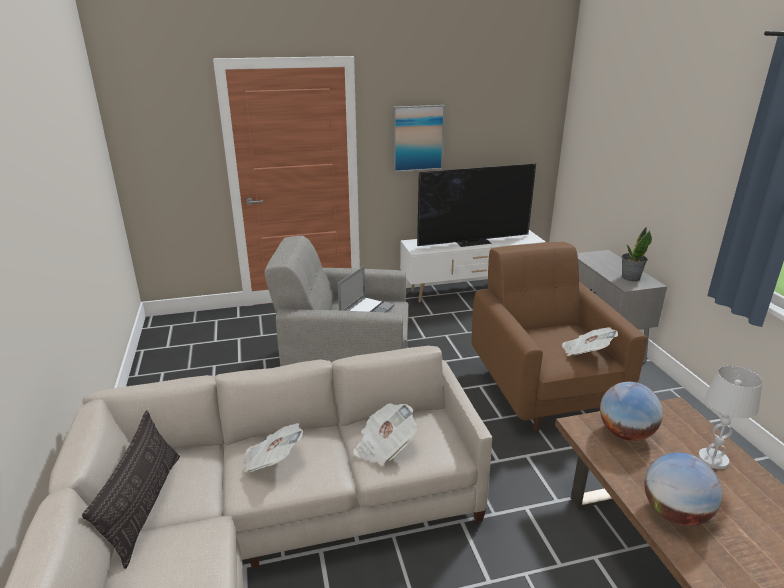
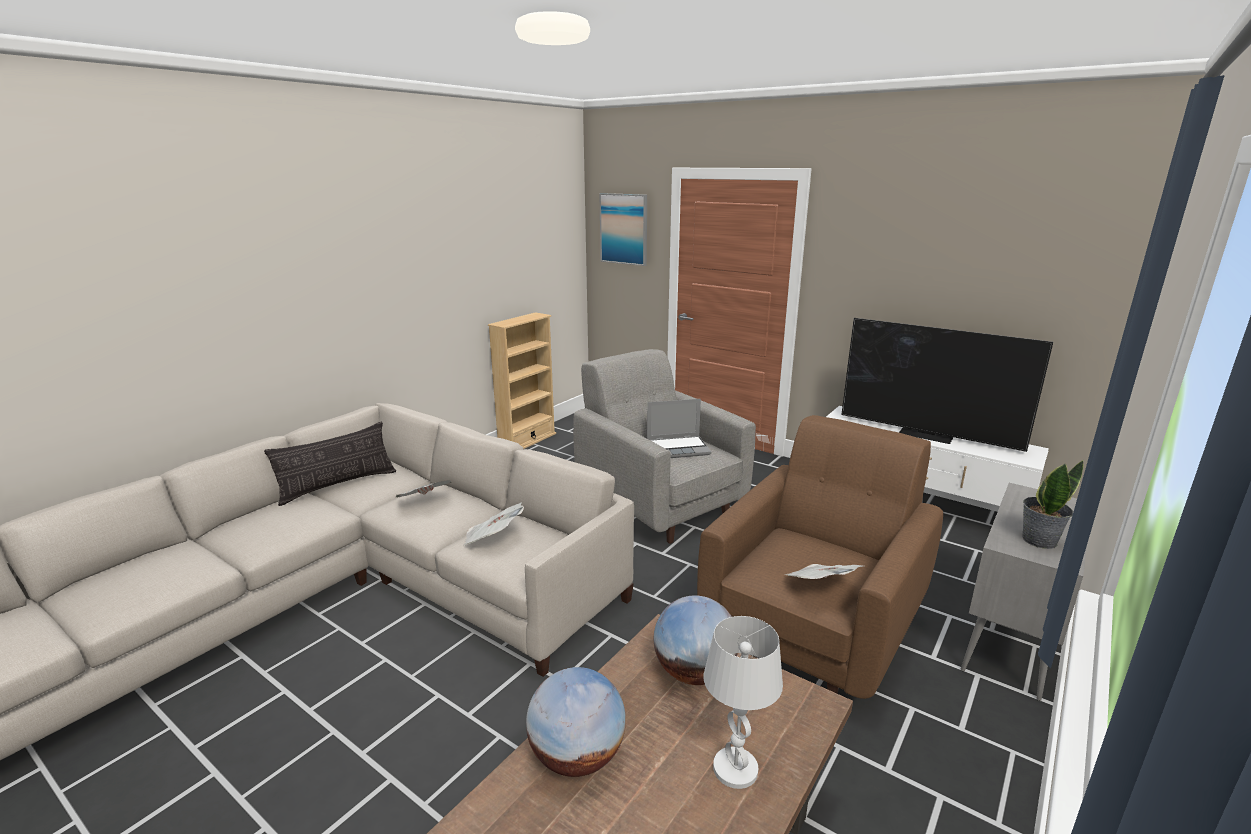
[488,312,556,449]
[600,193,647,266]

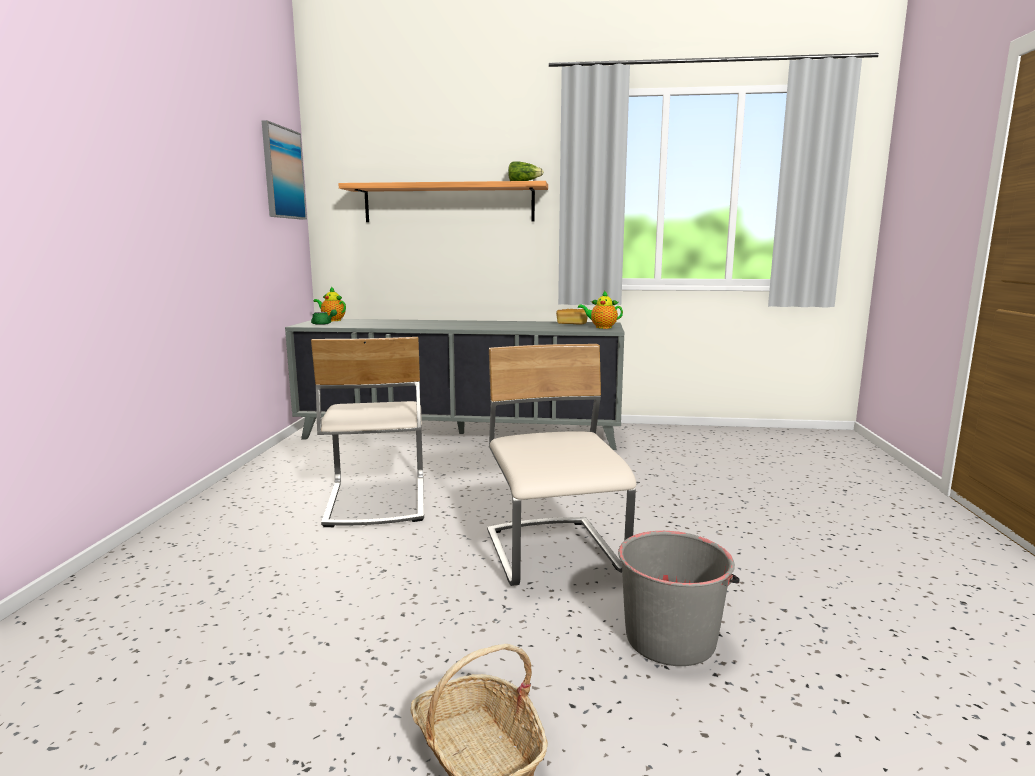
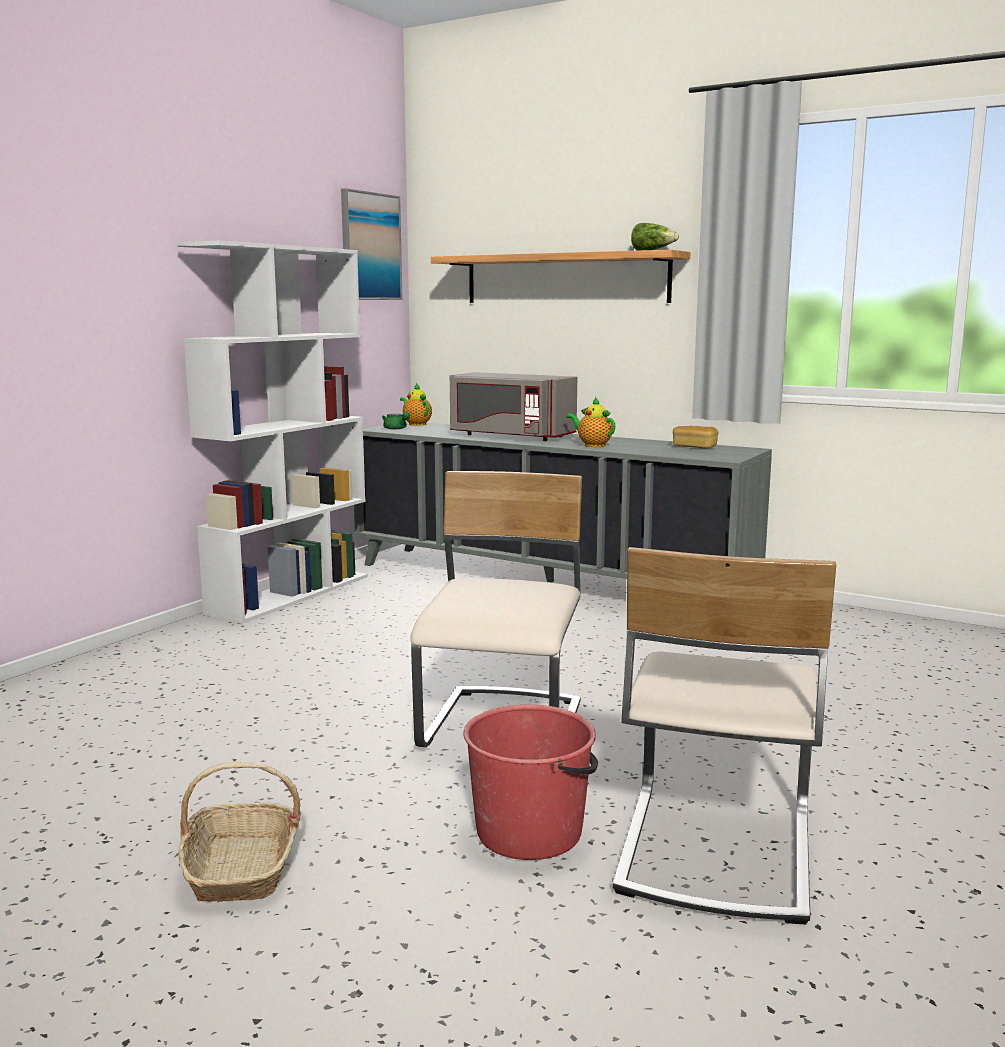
[177,241,368,624]
[450,372,577,441]
[463,704,598,860]
[566,397,615,447]
[613,547,836,925]

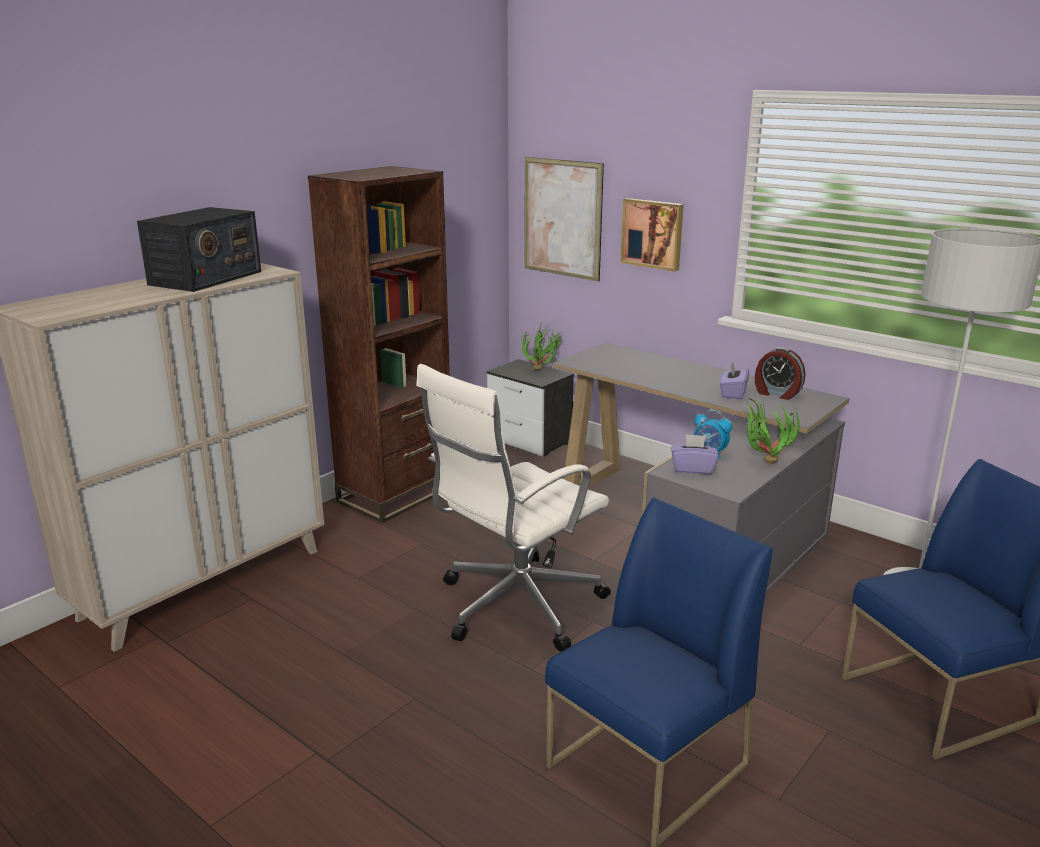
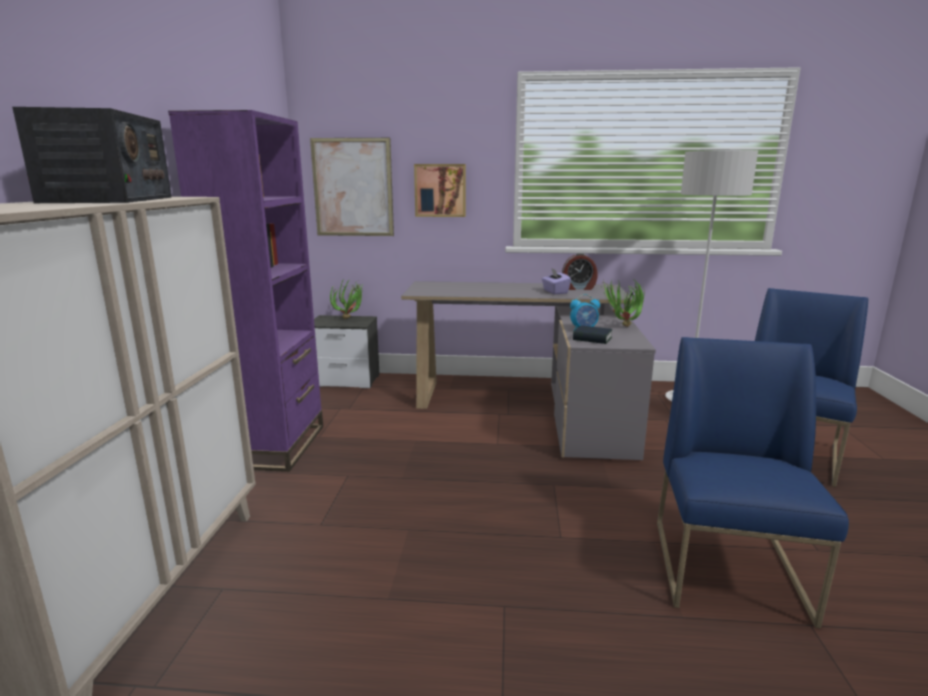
[168,110,323,472]
[573,326,613,344]
[416,364,611,652] (first image)

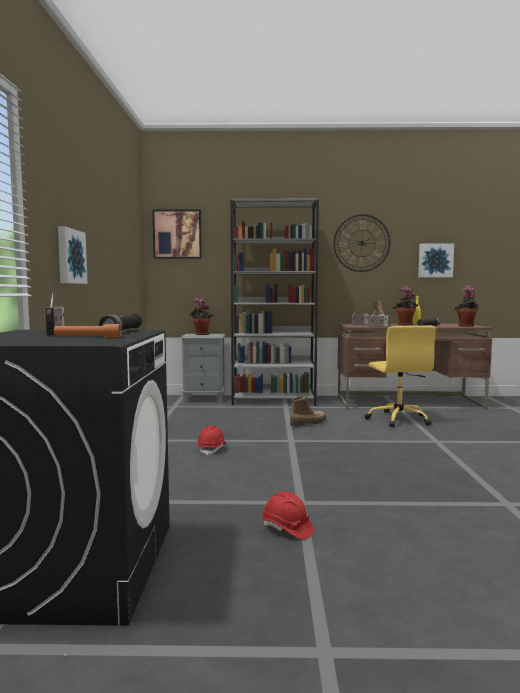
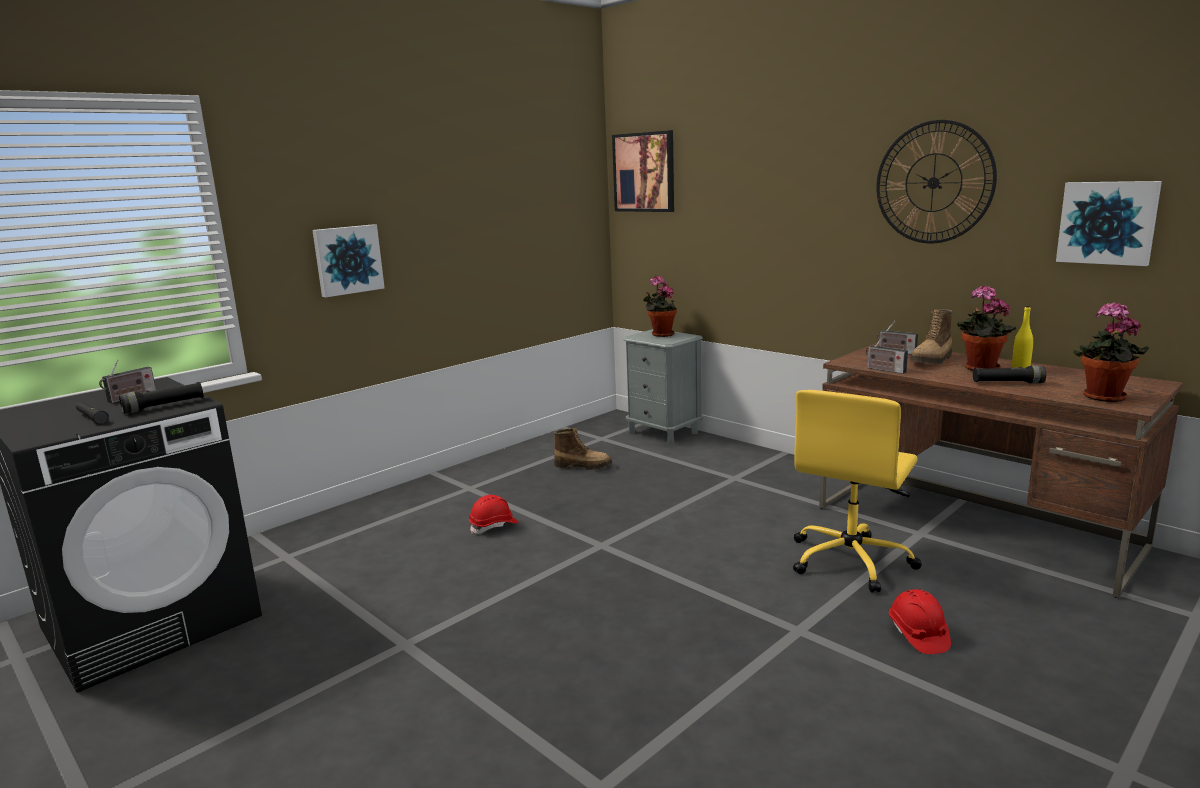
[76,402,109,424]
[554,428,612,470]
[889,589,951,654]
[230,199,319,406] (first image)

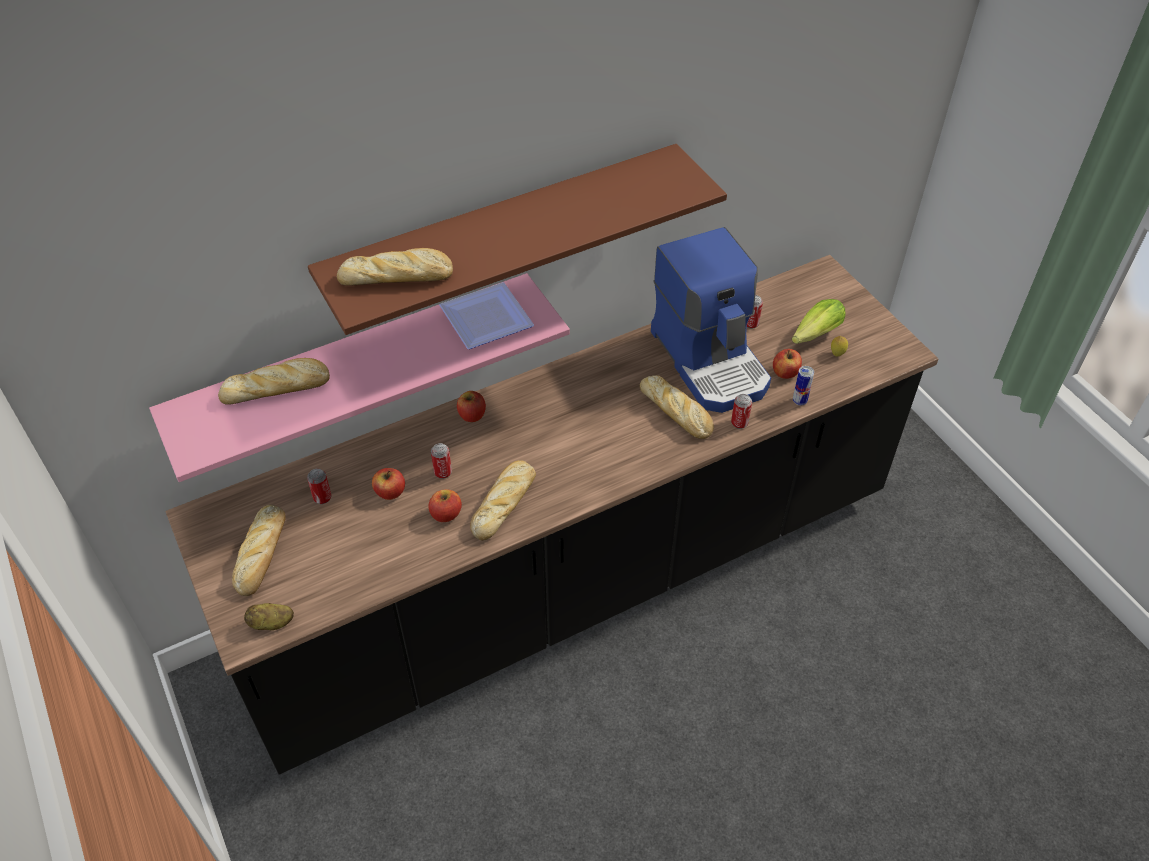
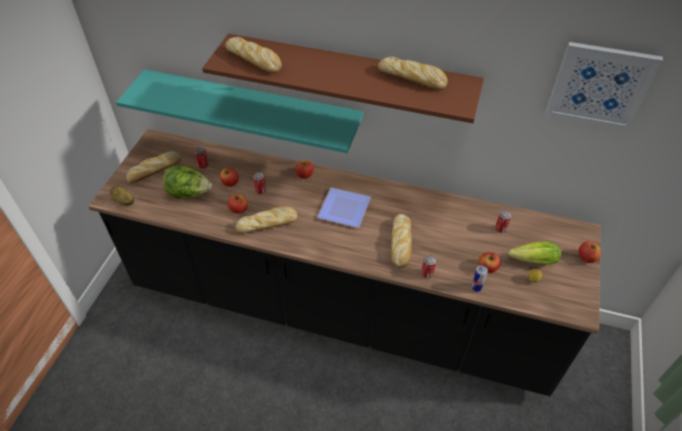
[116,69,364,153]
[163,166,212,199]
[317,187,371,228]
[378,56,448,90]
[546,42,663,130]
[578,241,601,263]
[651,227,771,413] (first image)

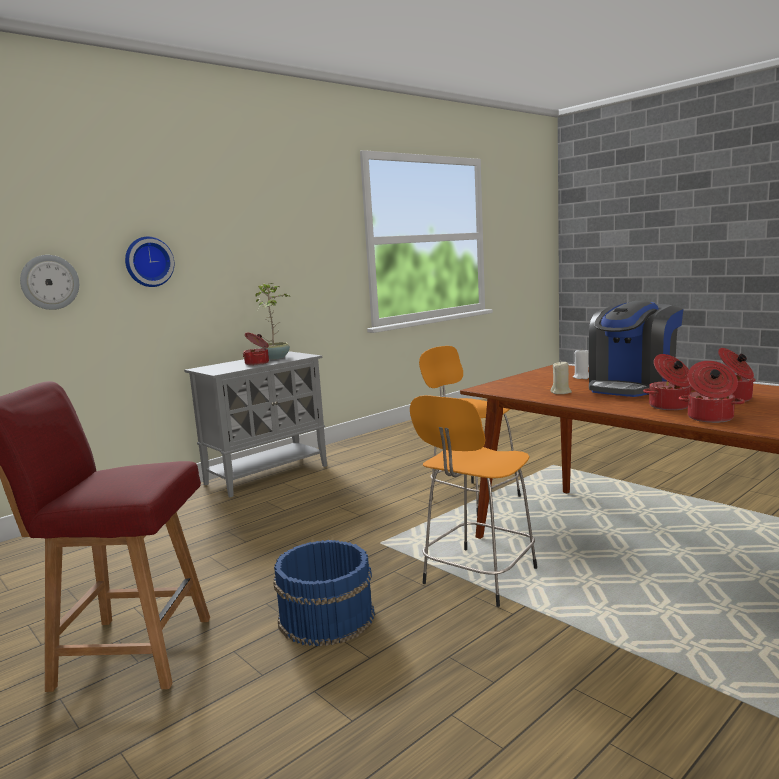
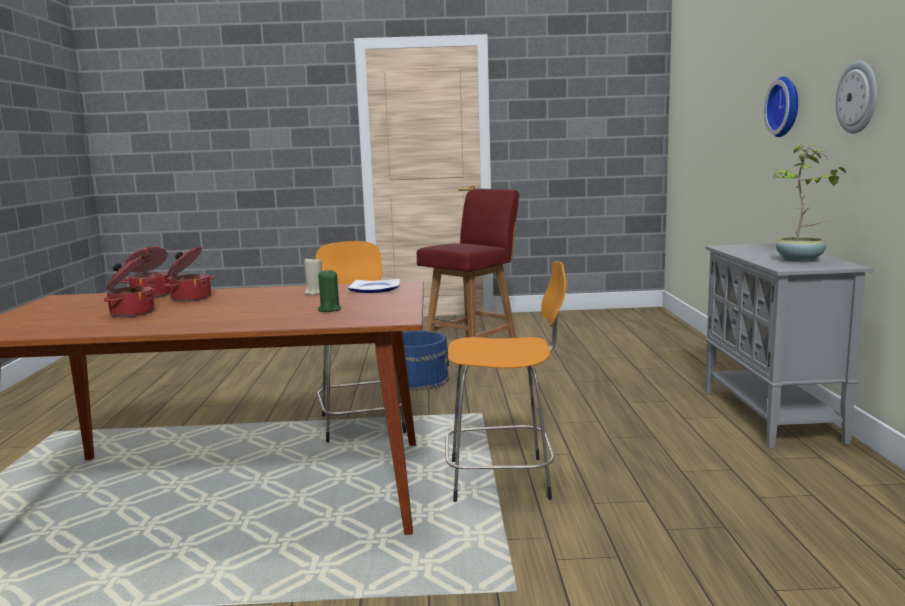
[318,270,341,312]
[348,279,400,293]
[836,61,877,134]
[243,333,269,365] (first image)
[589,301,684,397] (first image)

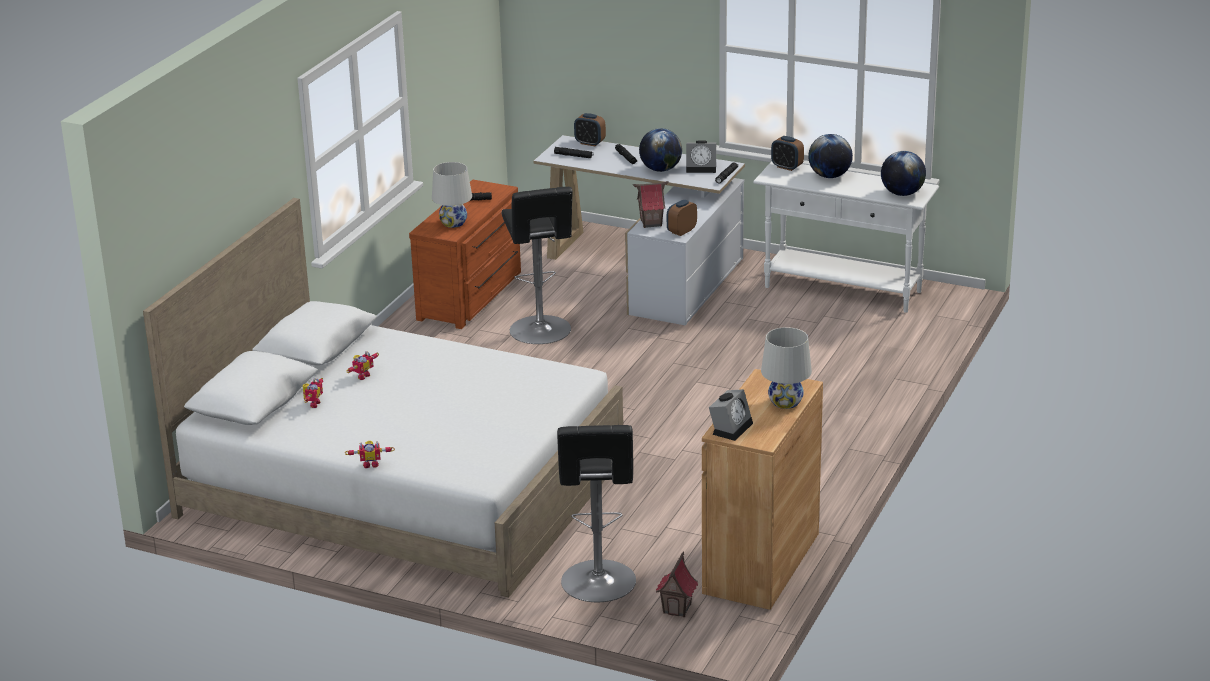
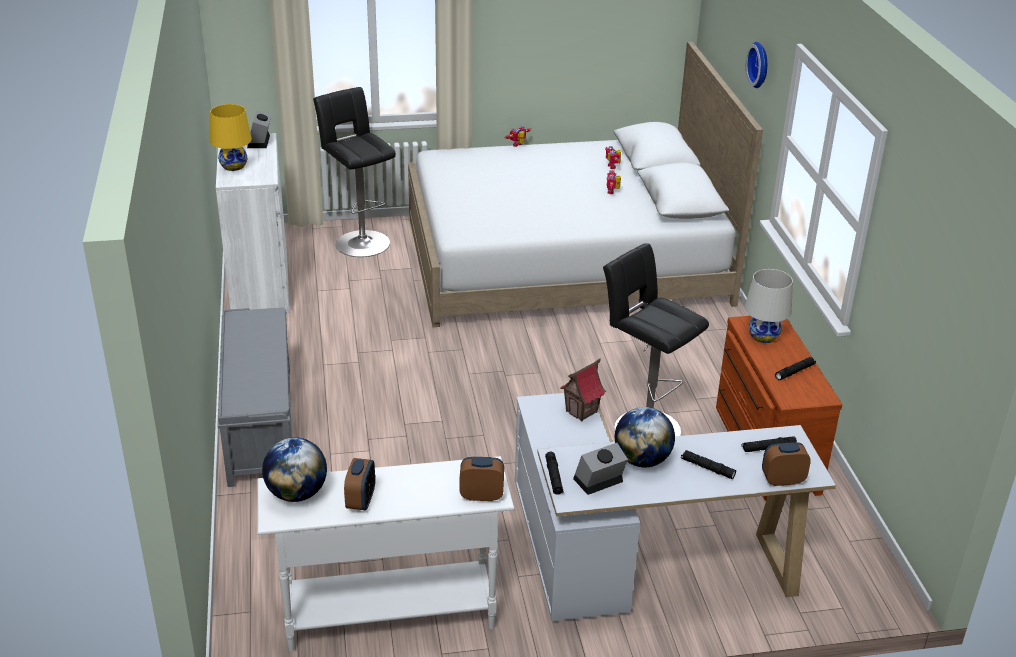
[210,104,252,171]
[216,133,289,312]
[217,308,292,487]
[344,458,375,510]
[746,42,767,88]
[656,551,698,617] (first image)
[808,134,853,178] (first image)

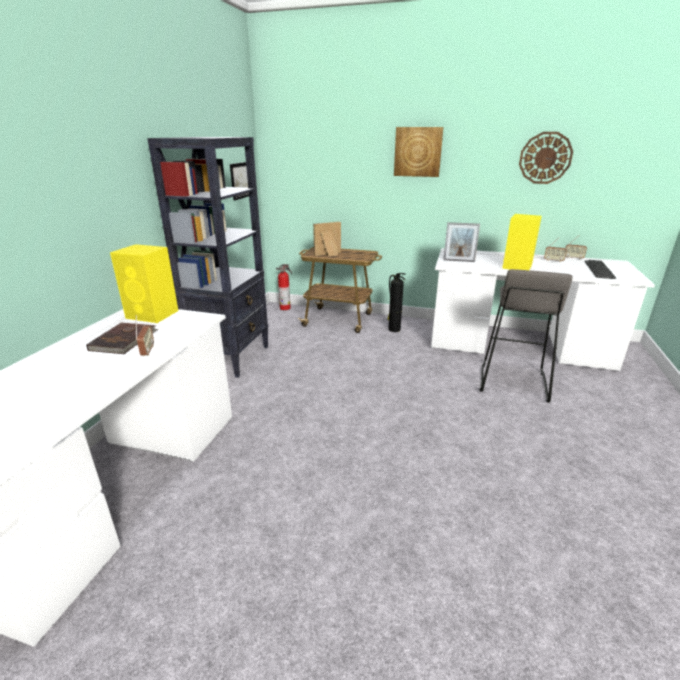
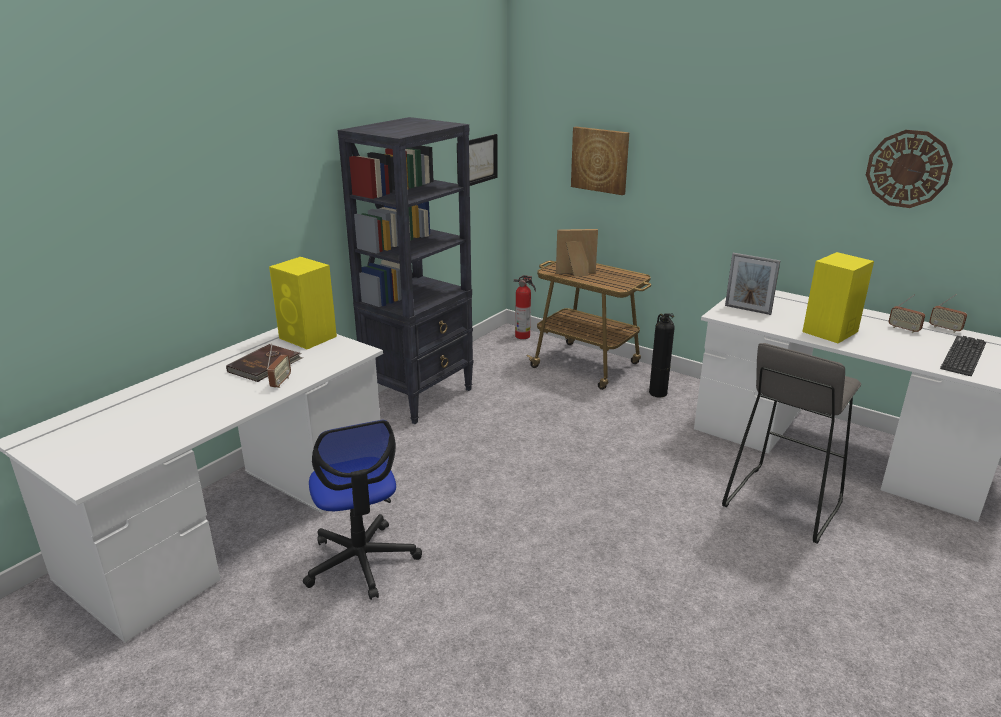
[303,420,422,600]
[571,127,629,195]

